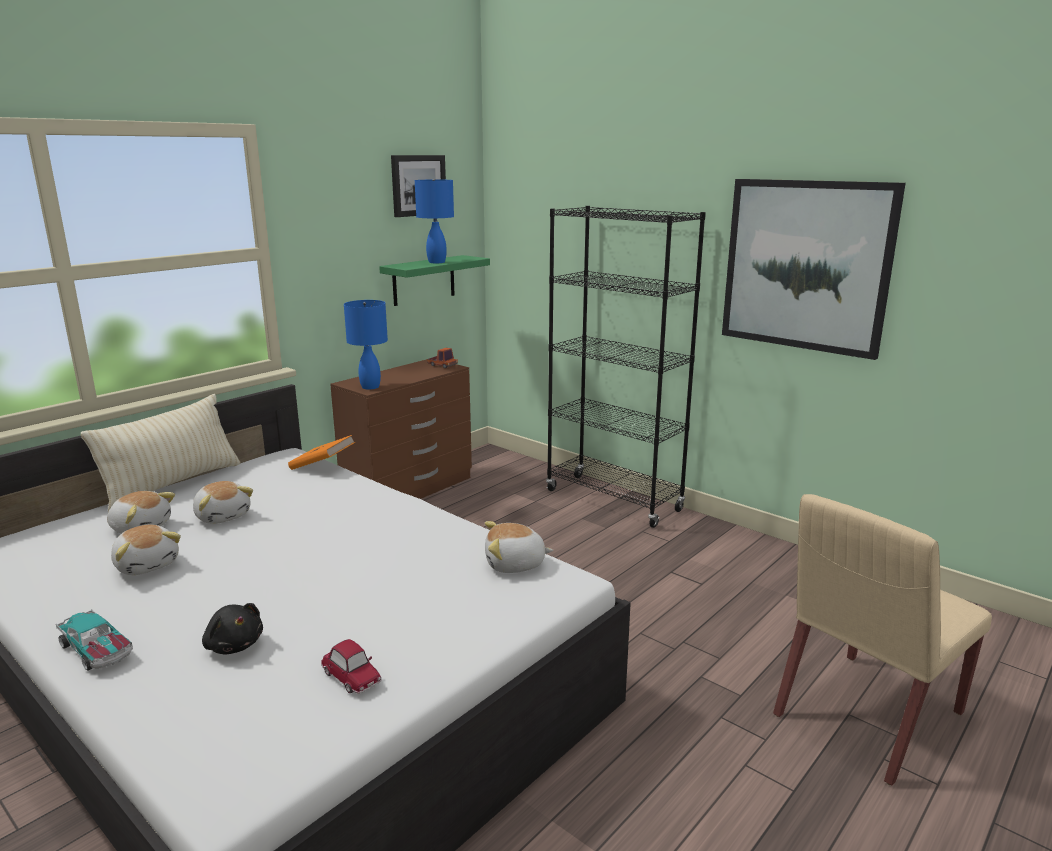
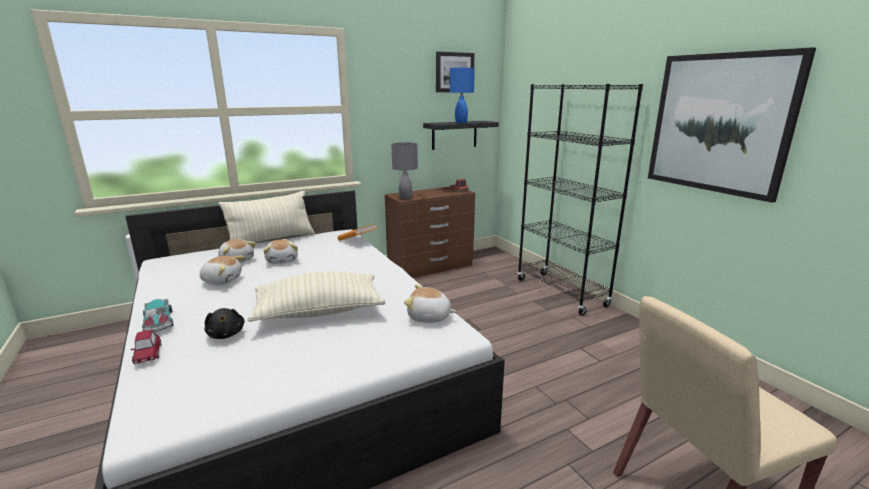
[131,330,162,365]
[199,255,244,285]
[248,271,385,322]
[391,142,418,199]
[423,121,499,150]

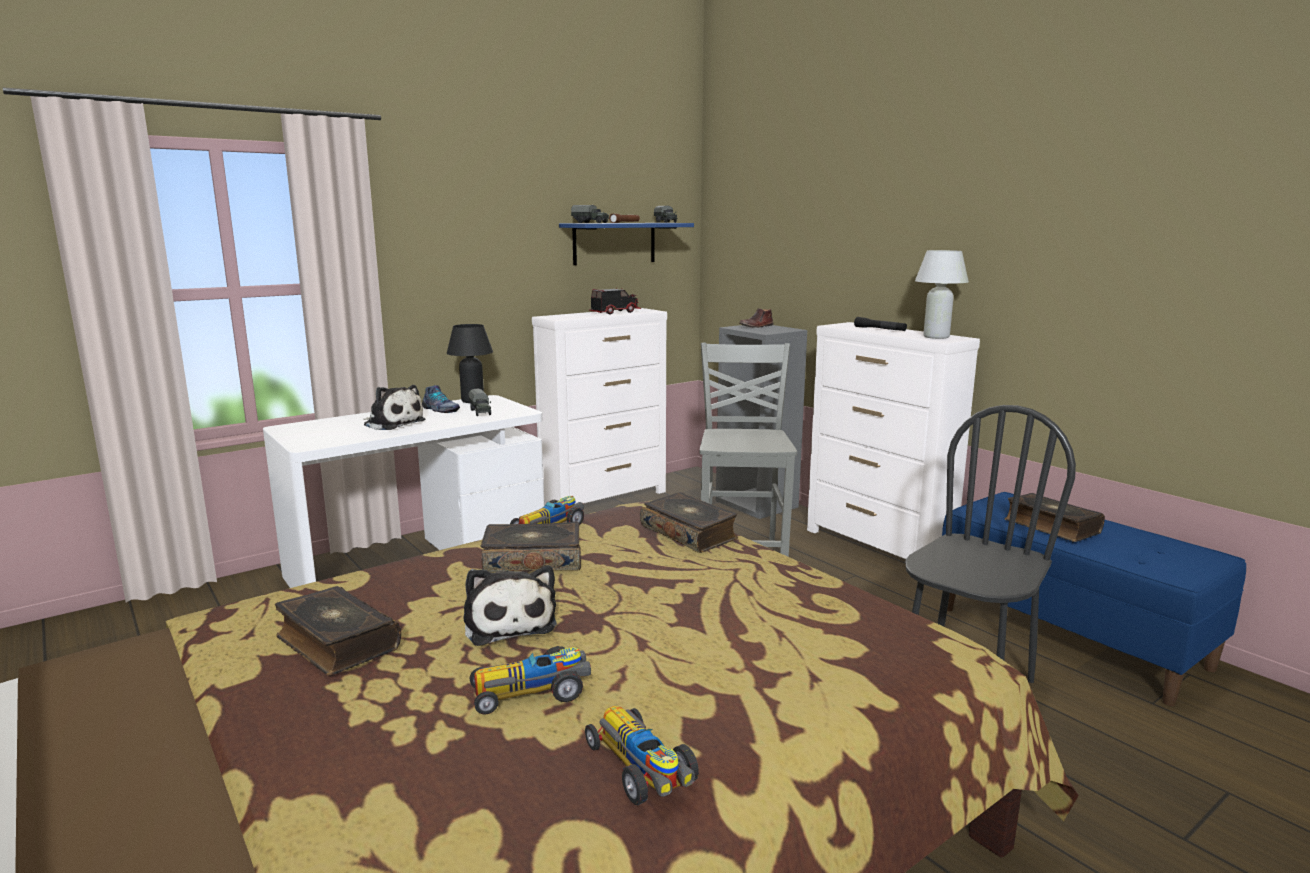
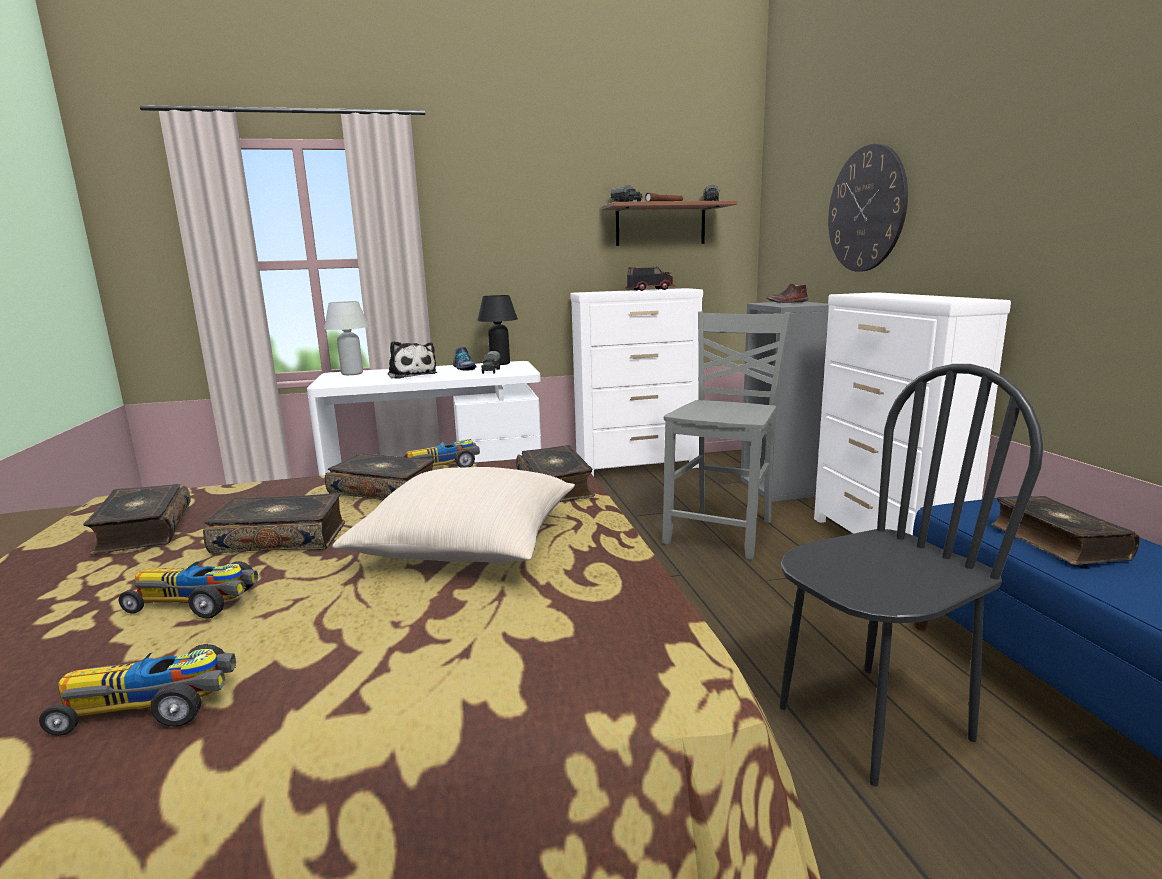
[39,644,236,736]
[203,493,345,553]
[324,301,369,375]
[332,467,575,563]
[602,200,737,246]
[828,144,908,272]
[854,317,907,331] (first image)

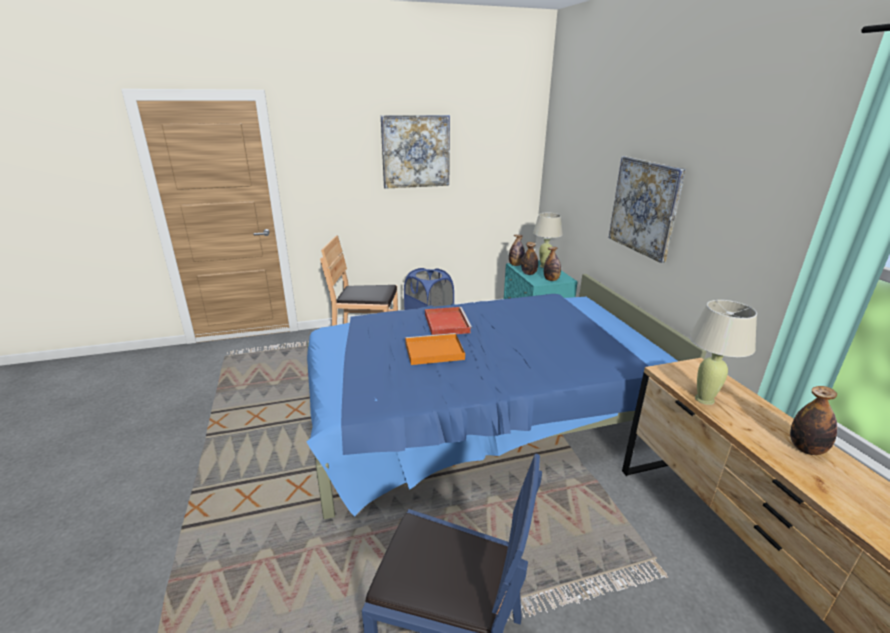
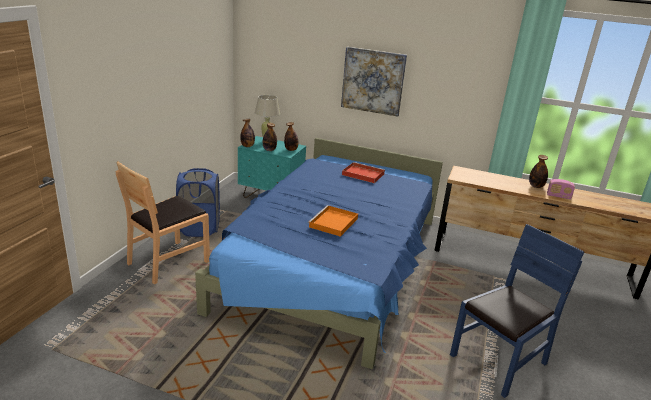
[342,162,385,183]
[547,179,575,200]
[381,115,450,189] (first image)
[689,300,757,405] (first image)

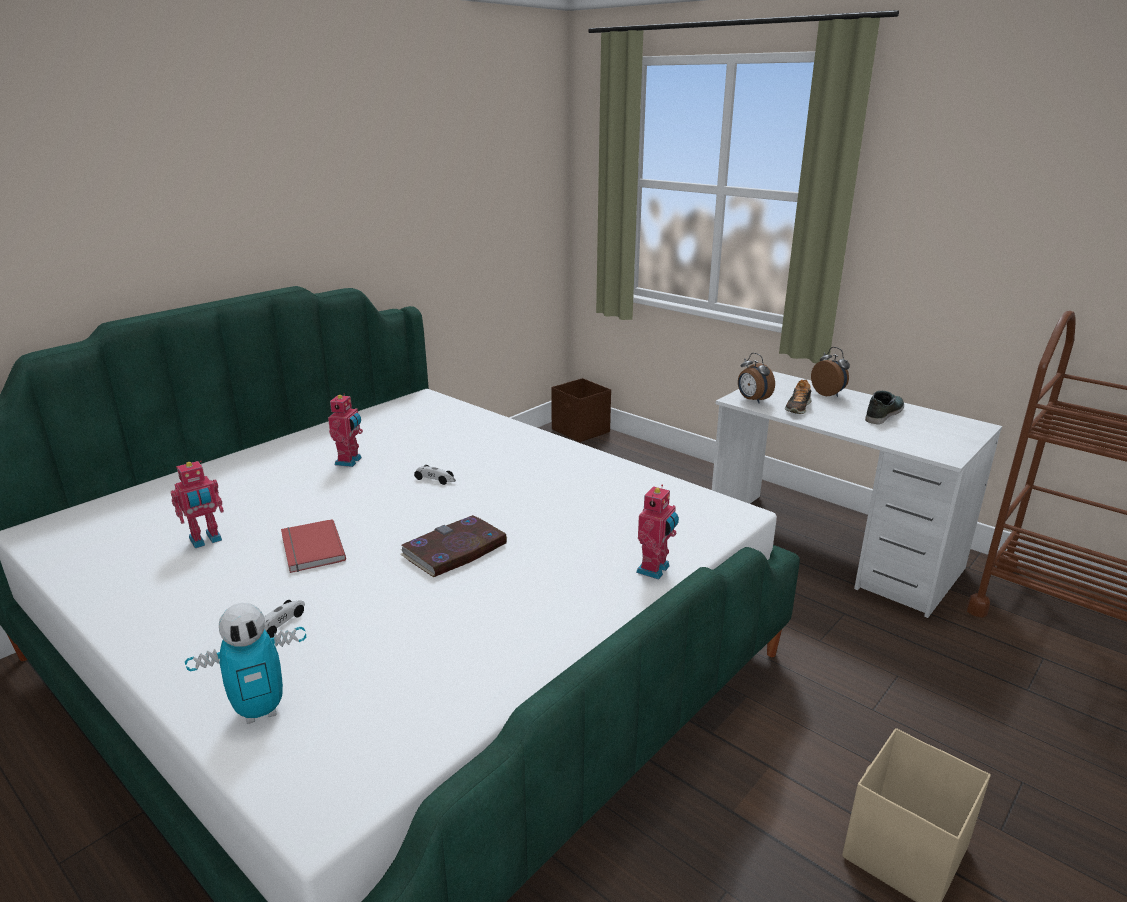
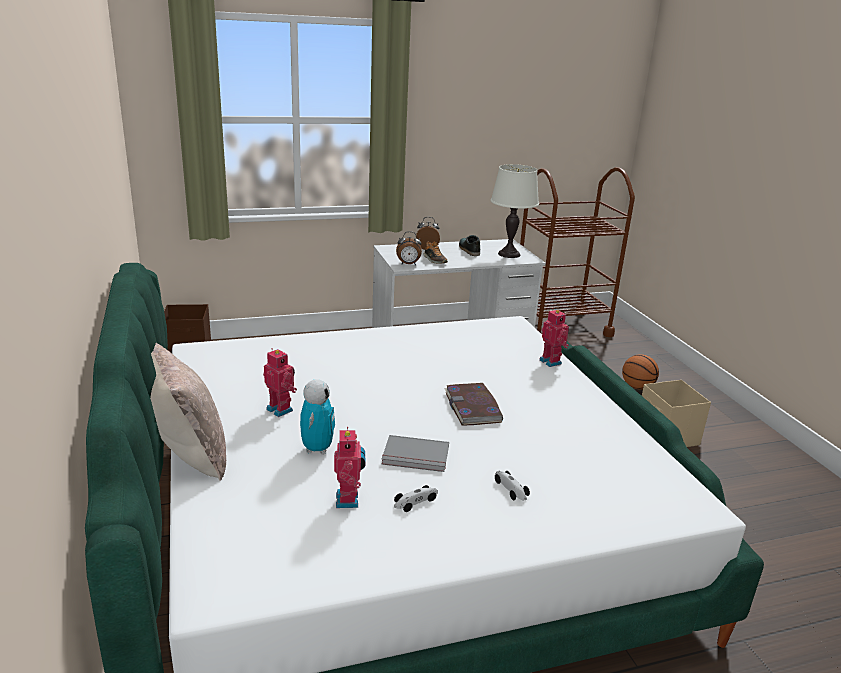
[150,343,226,481]
[300,379,335,455]
[382,435,449,472]
[394,485,438,512]
[490,164,539,258]
[622,354,659,390]

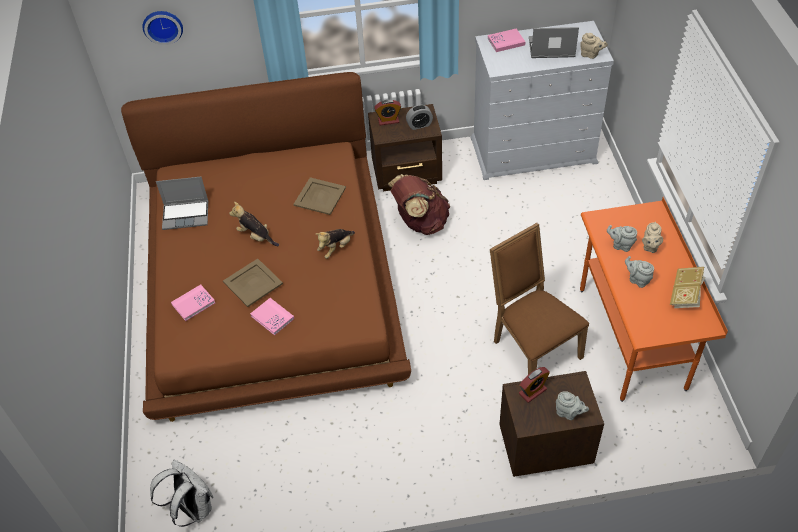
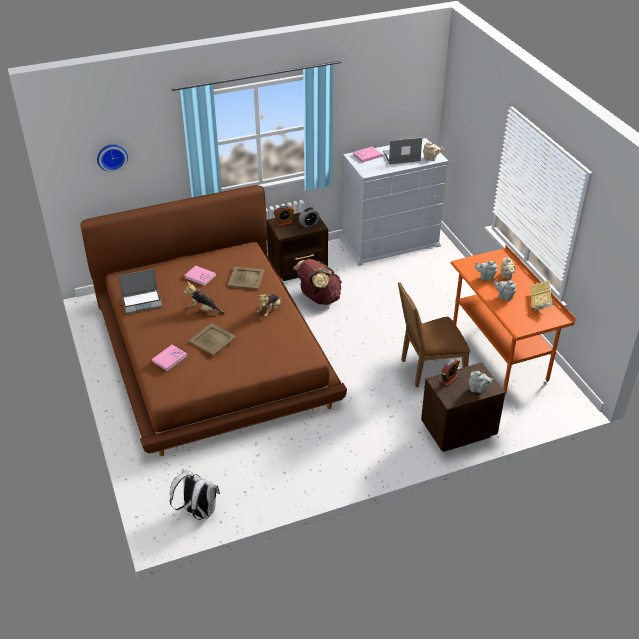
[184,266,216,286]
[398,282,470,387]

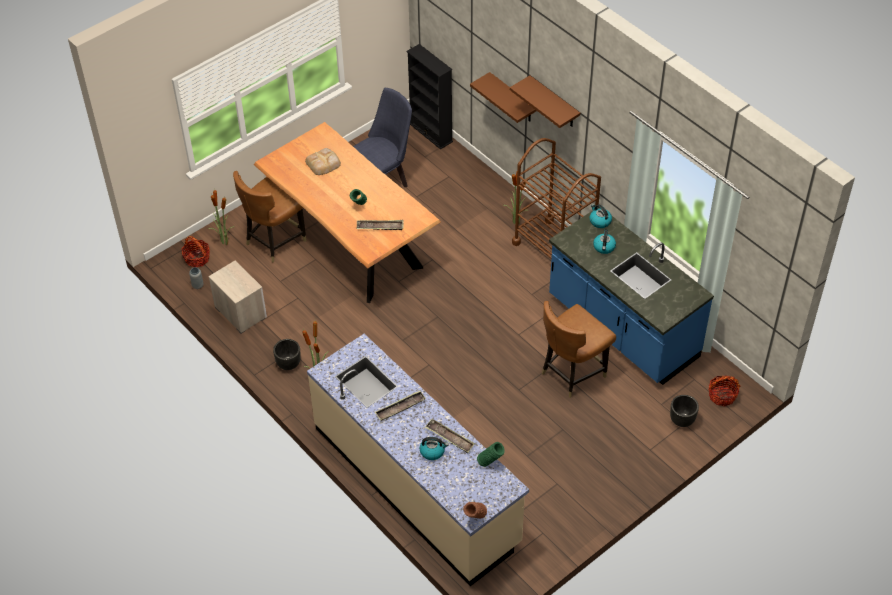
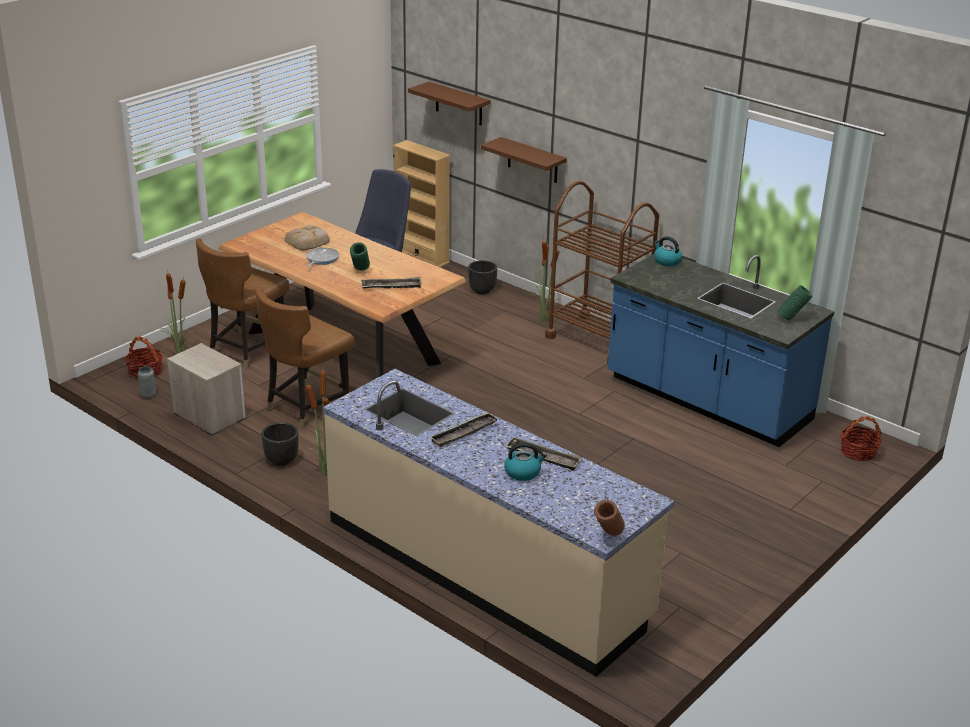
[255,287,354,429]
[306,247,339,267]
[393,140,451,267]
[408,82,490,125]
[468,260,497,294]
[777,285,813,321]
[593,229,616,254] (first image)

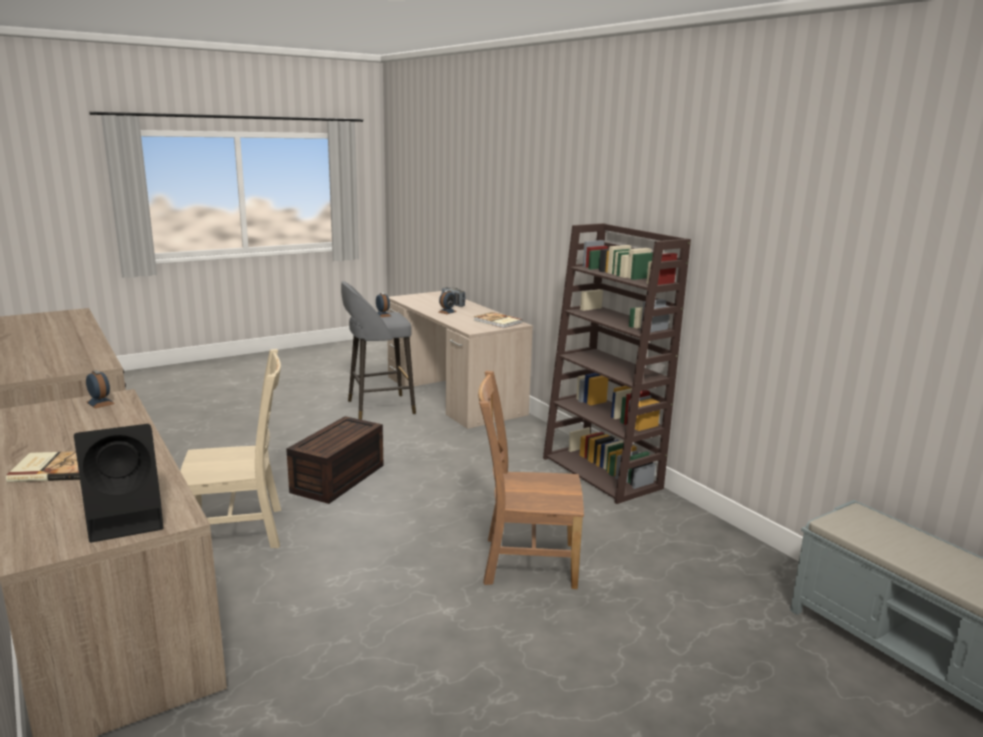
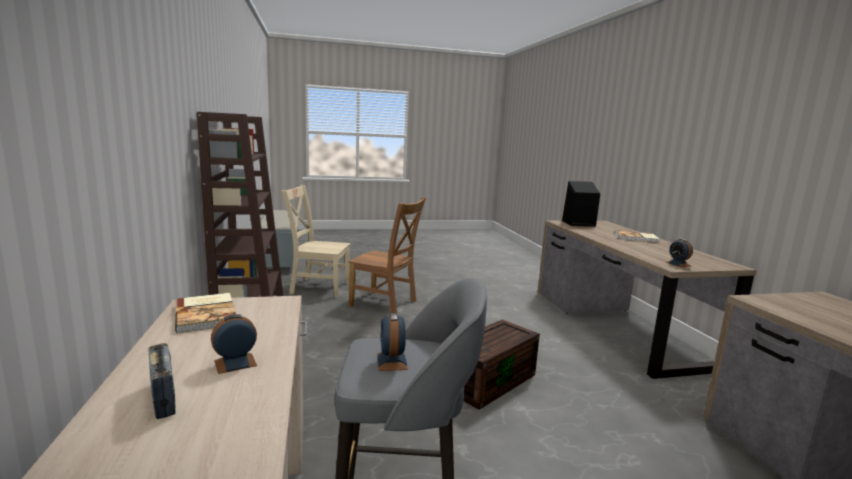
[281,185,351,297]

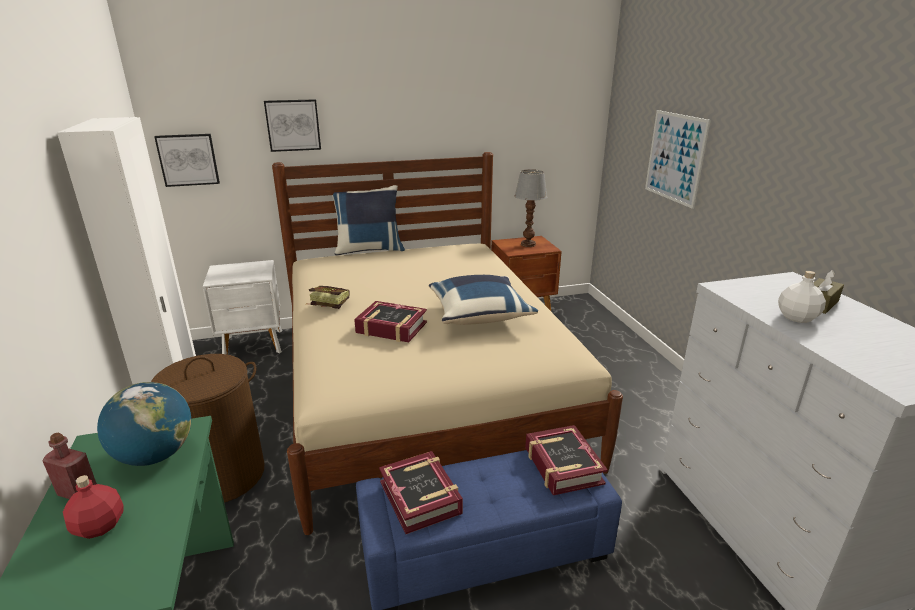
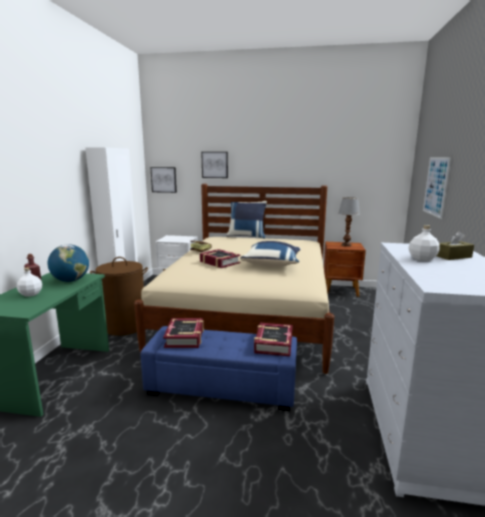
[17,268,42,297]

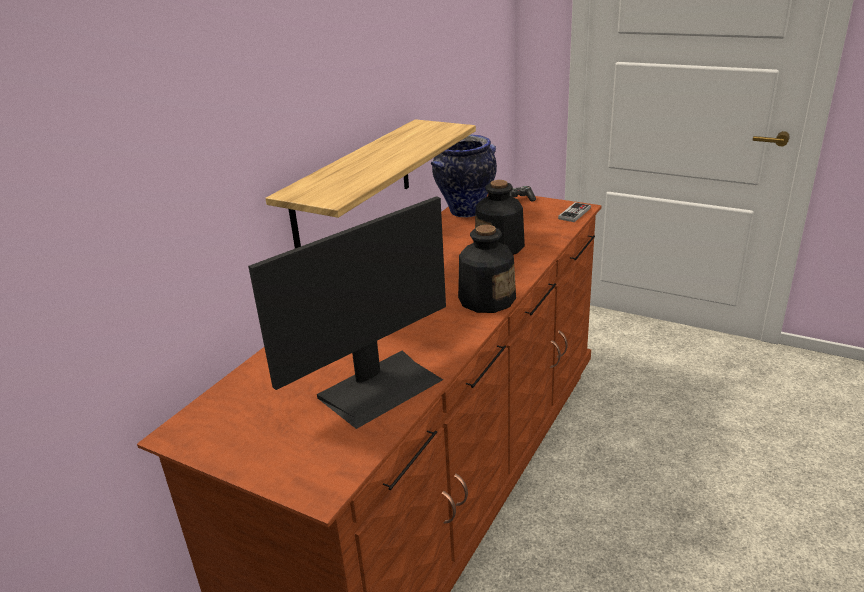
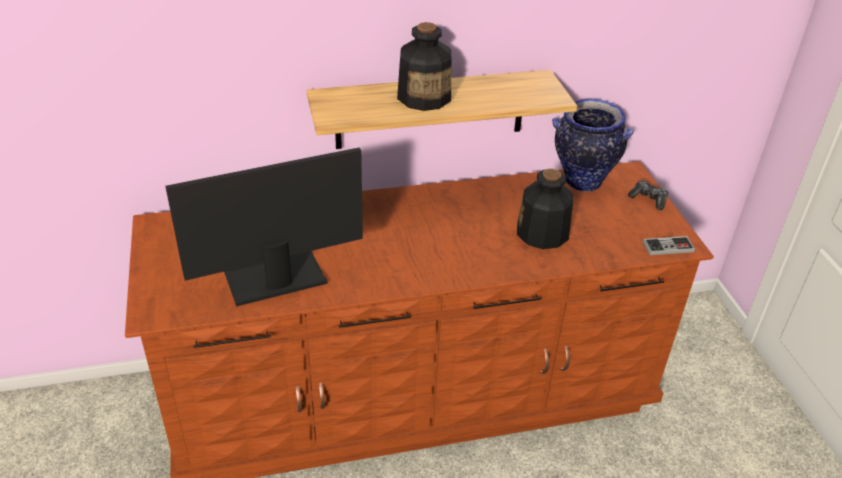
[165,148,363,307]
[397,22,451,111]

